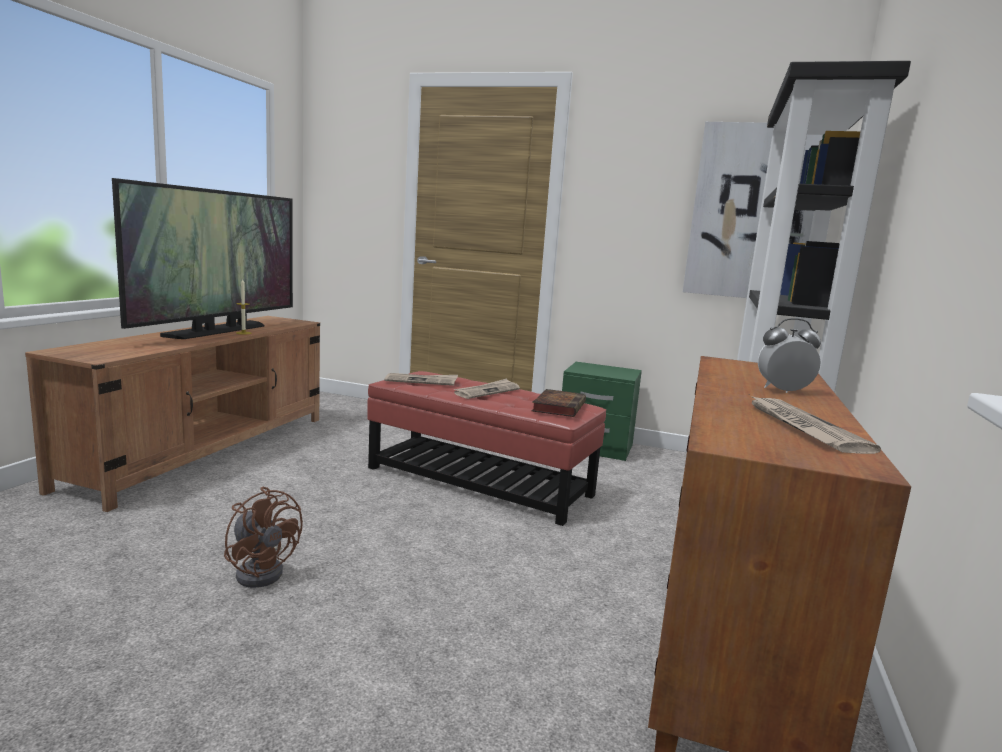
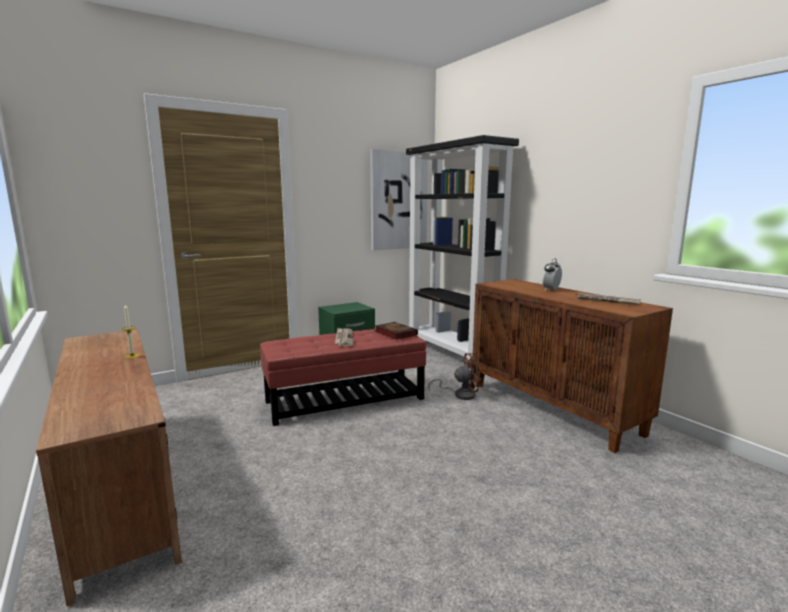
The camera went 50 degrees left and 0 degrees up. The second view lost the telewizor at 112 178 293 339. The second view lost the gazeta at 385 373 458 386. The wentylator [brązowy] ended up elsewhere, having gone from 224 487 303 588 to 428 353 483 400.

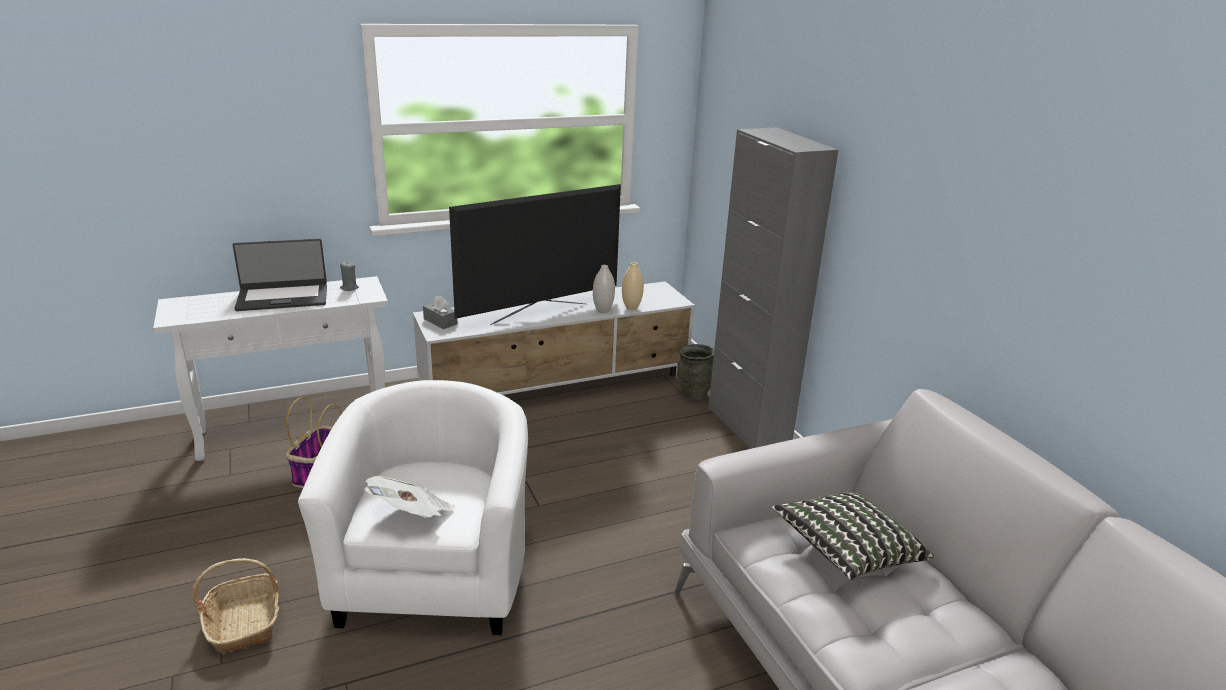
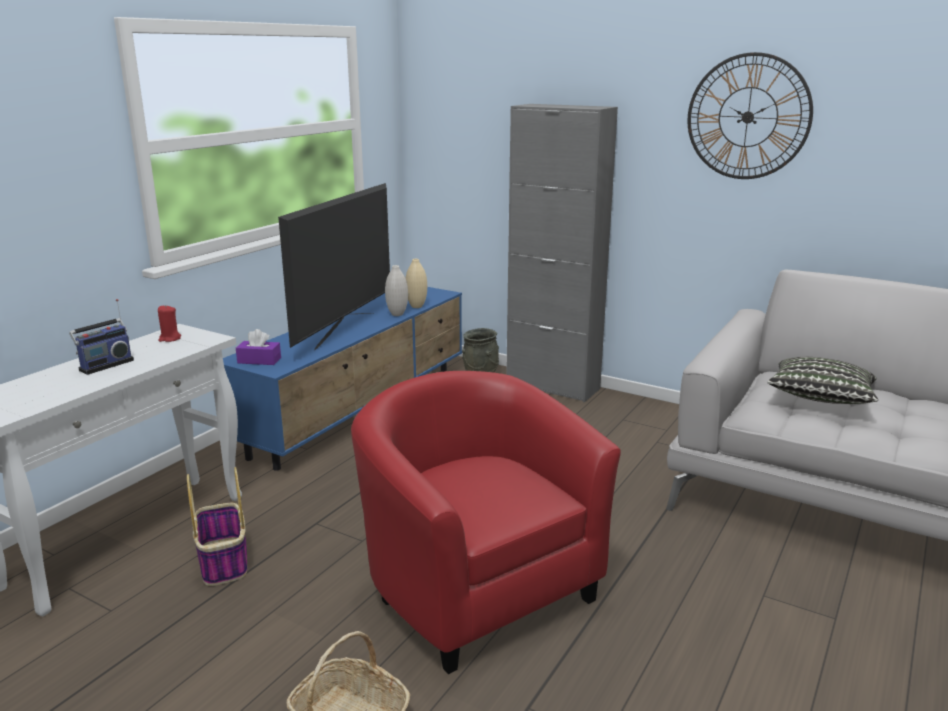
The camera went 35 degrees left and 5 degrees down. Where the laptop stood at 233 238 327 311, the radio came to stand at 69 299 134 375. What was the świeca [szary] at 340 261 359 291 turned into the świeca [czerwony] at 158 305 181 342. What was the szafka pod telewizor [biały] at 413 281 695 395 turned into the szafka pod telewizor [niebieski] at 223 287 462 471. What was the pudełko chusteczek [szary] at 423 295 458 329 turned into the pudełko chusteczek [fioletowy] at 236 329 281 365. What was the fotel [biały] at 298 380 528 635 turned into the fotel [czerwony] at 351 371 621 675. The second view lost the gazeta at 364 476 455 518. The second view gained the zegar ścienny at 688 52 813 179.

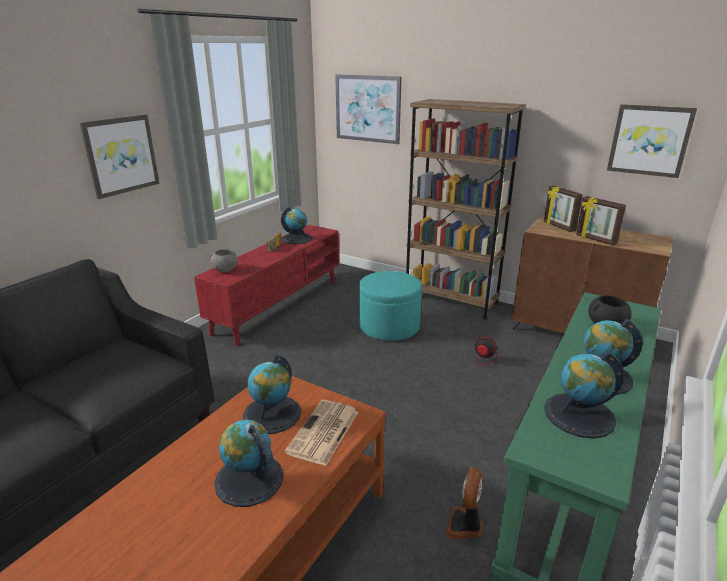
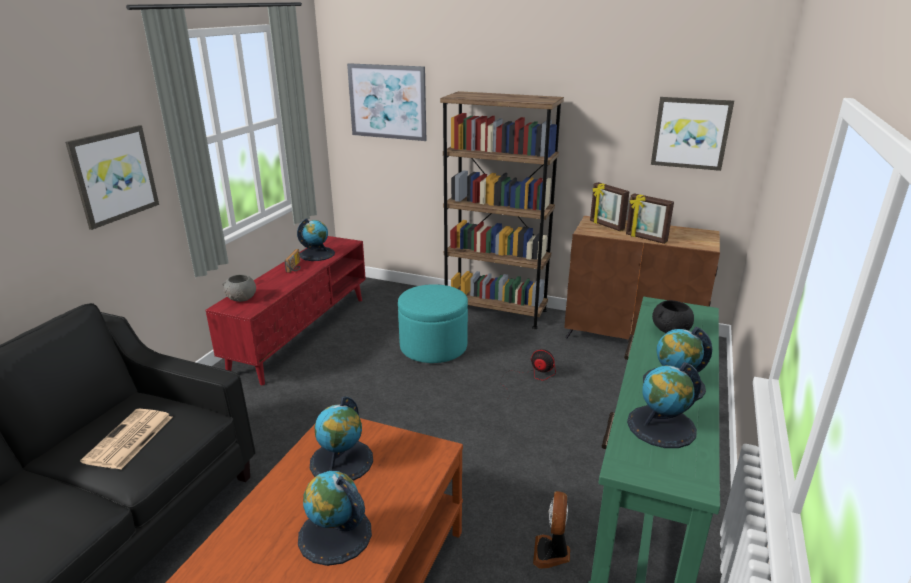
The camera went 10 degrees left and 0 degrees up. The gazeta ended up elsewhere, having gone from 284 400 358 466 to 80 409 173 470.

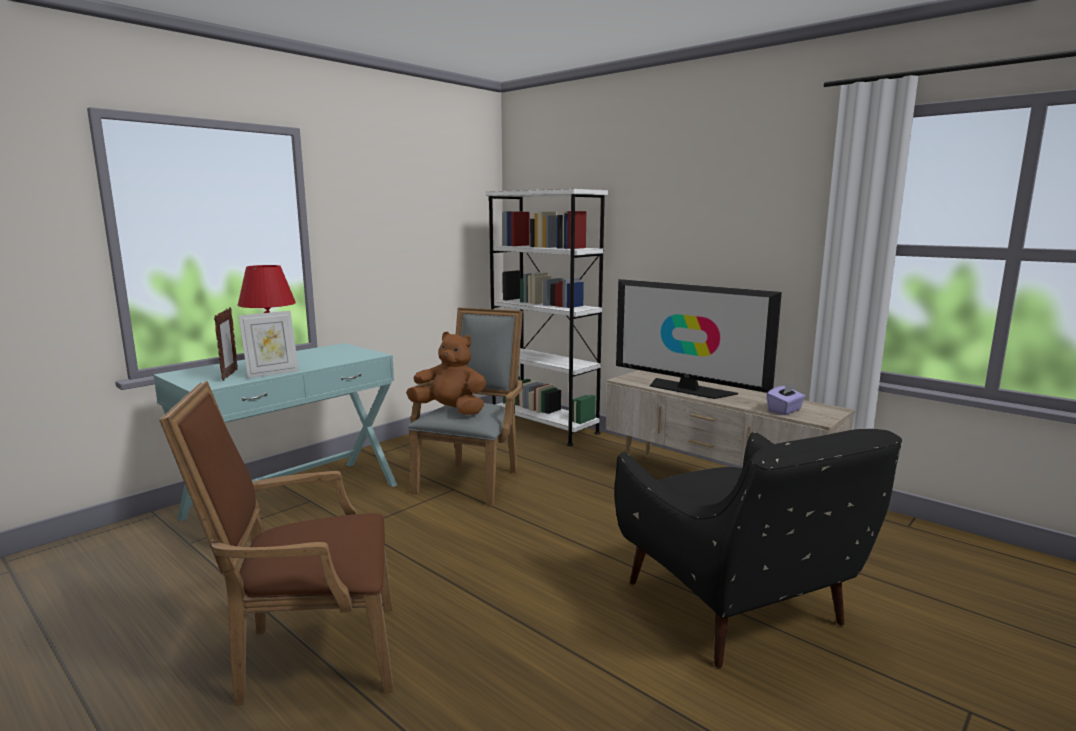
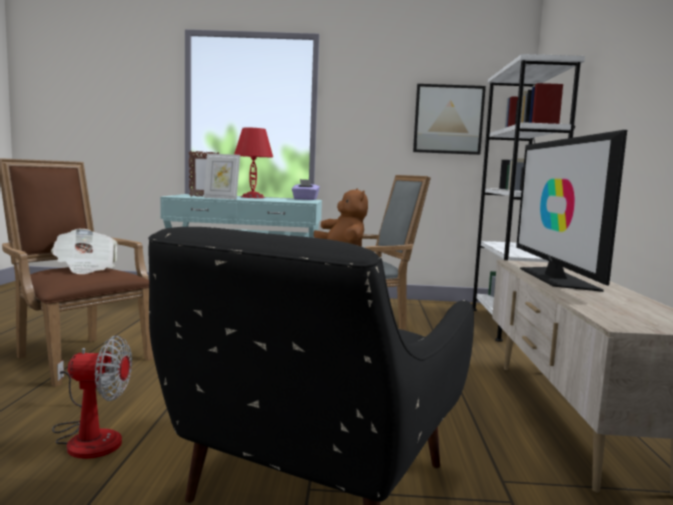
The camera went 50 degrees right and 5 degrees down. The pudełko chusteczek [fioletowy] ended up elsewhere, having gone from 767 383 806 415 to 292 179 320 200. The second view gained the obraz at 413 84 486 155. The second view gained the gazeta at 51 229 117 274. The second view gained the wentylator at 52 336 132 459.

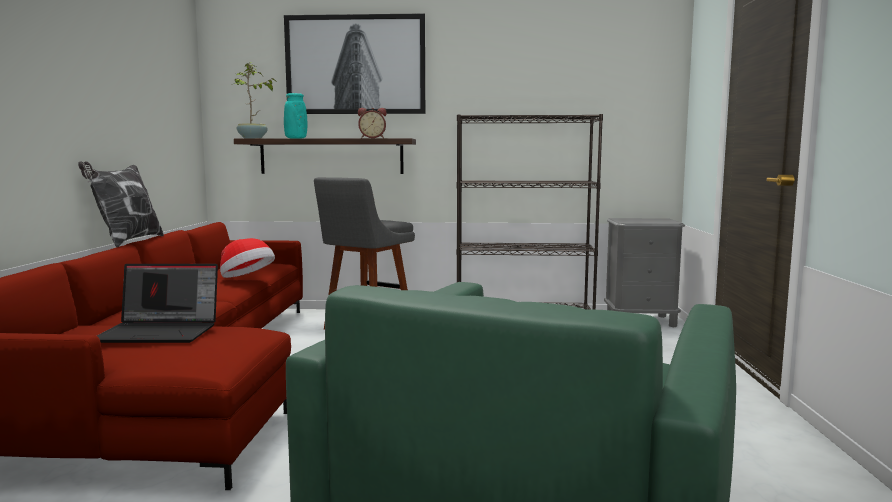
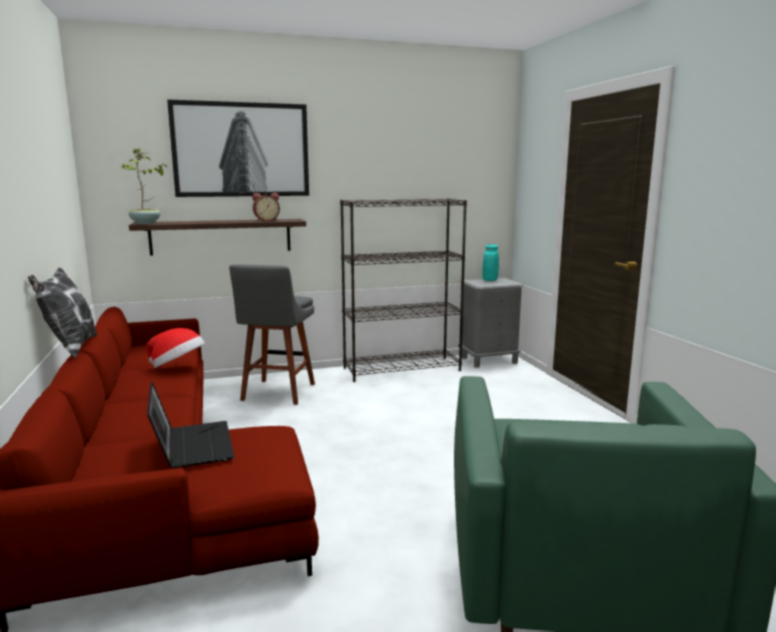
The camera went 20 degrees left and 5 degrees up. The wazon [turkusowy] ended up elsewhere, having gone from 284 93 307 138 to 482 244 499 281. The laptop at 97 264 218 343 ended up facing another way, 90 degrees counterclockwise from before.

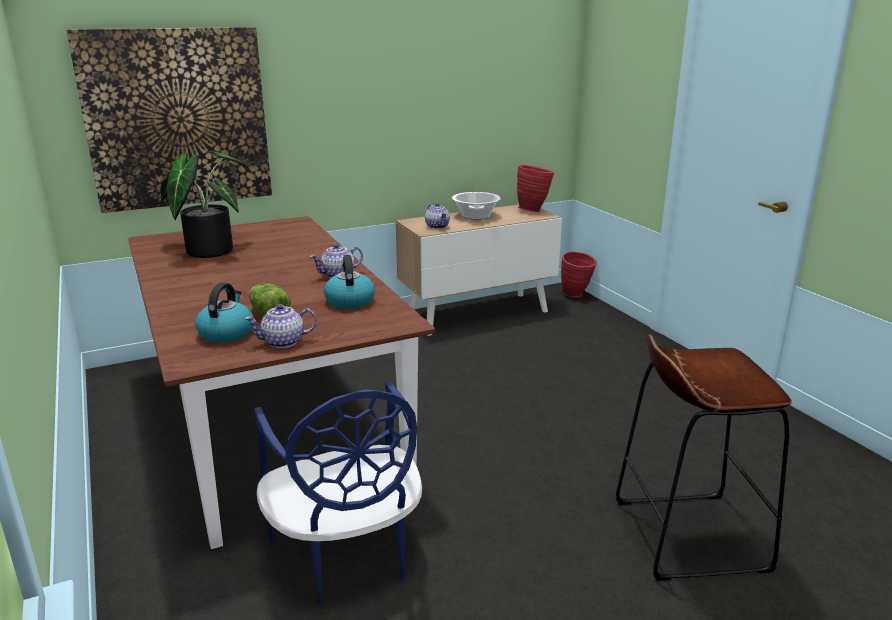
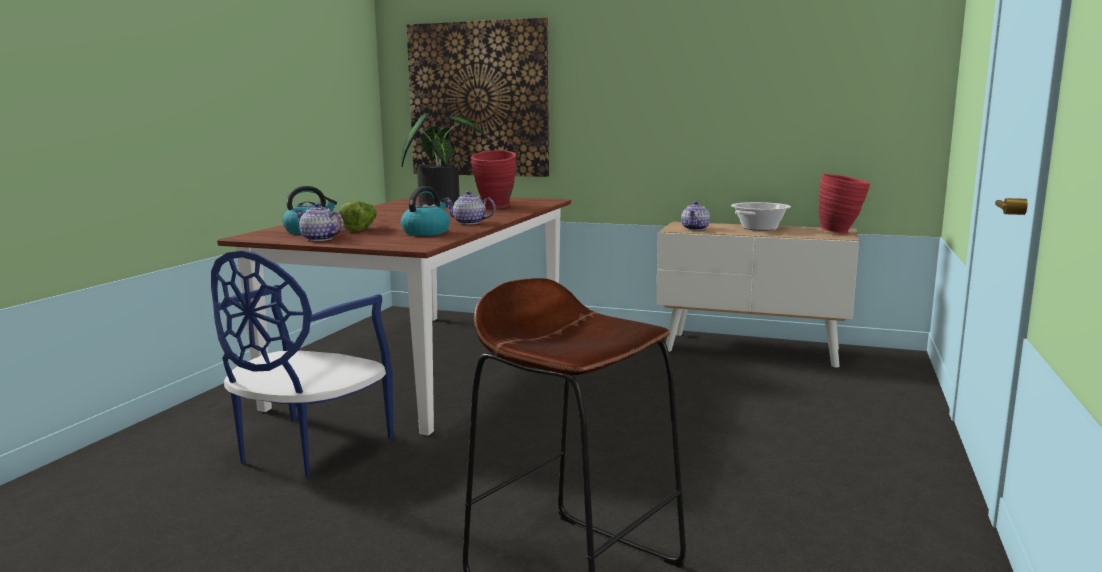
The camera went 45 degrees right and 10 degrees down. The wazon [czerwony] ended up elsewhere, having gone from 561 251 597 298 to 471 150 516 209.

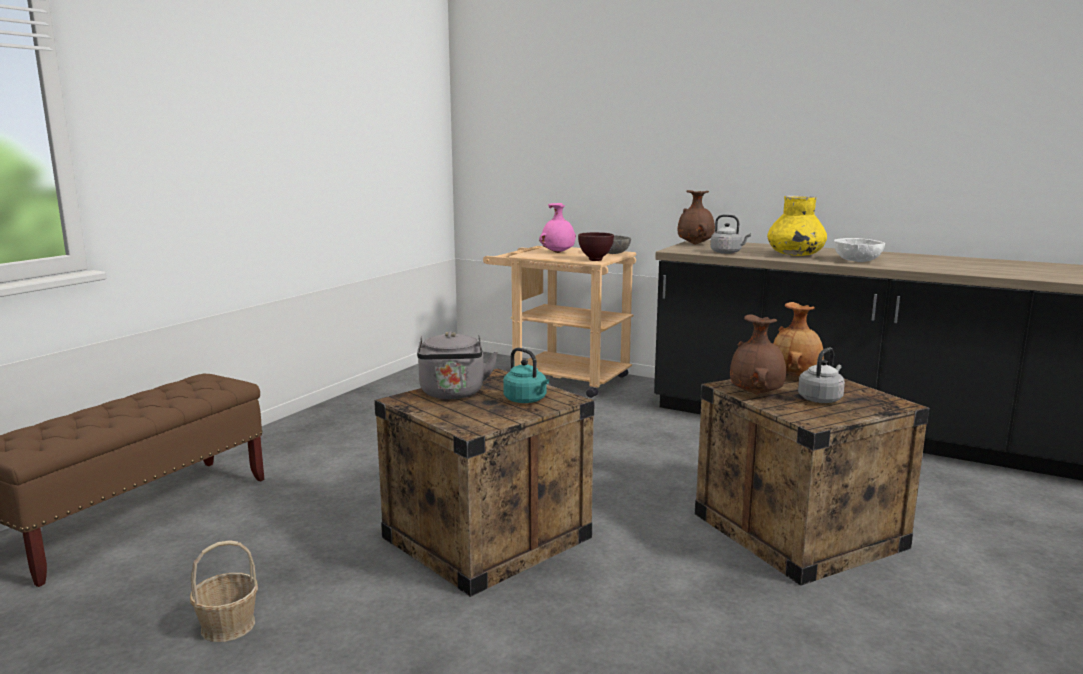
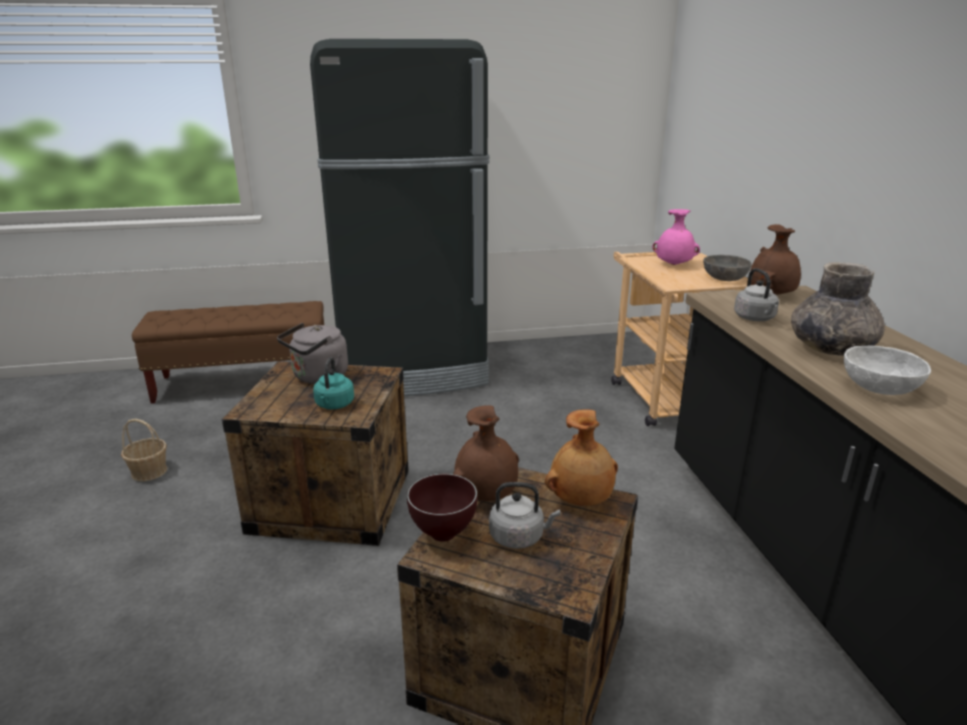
The camera went 50 degrees right and 10 degrees up. What was the wazon [żółty] at 767 195 827 256 turned into the wazon [szary] at 791 262 885 355. The miska [brązowy] ended up elsewhere, having gone from 578 232 614 261 to 407 474 477 542. The second view gained the lodówka [czarny] at 310 39 489 396.

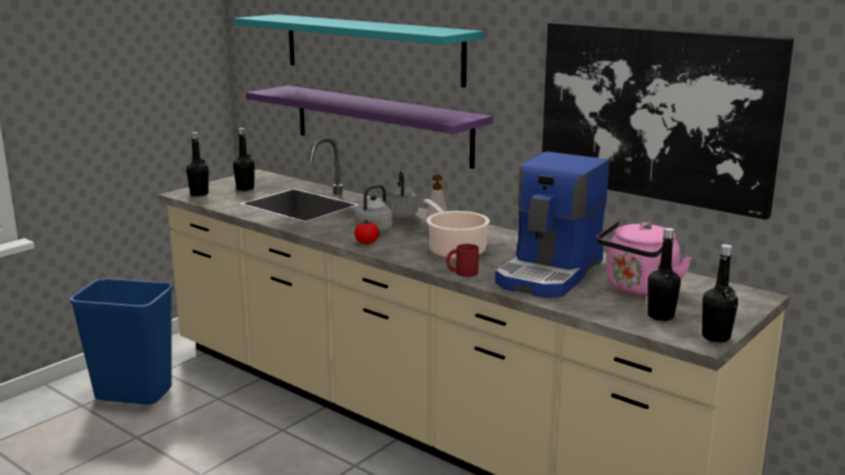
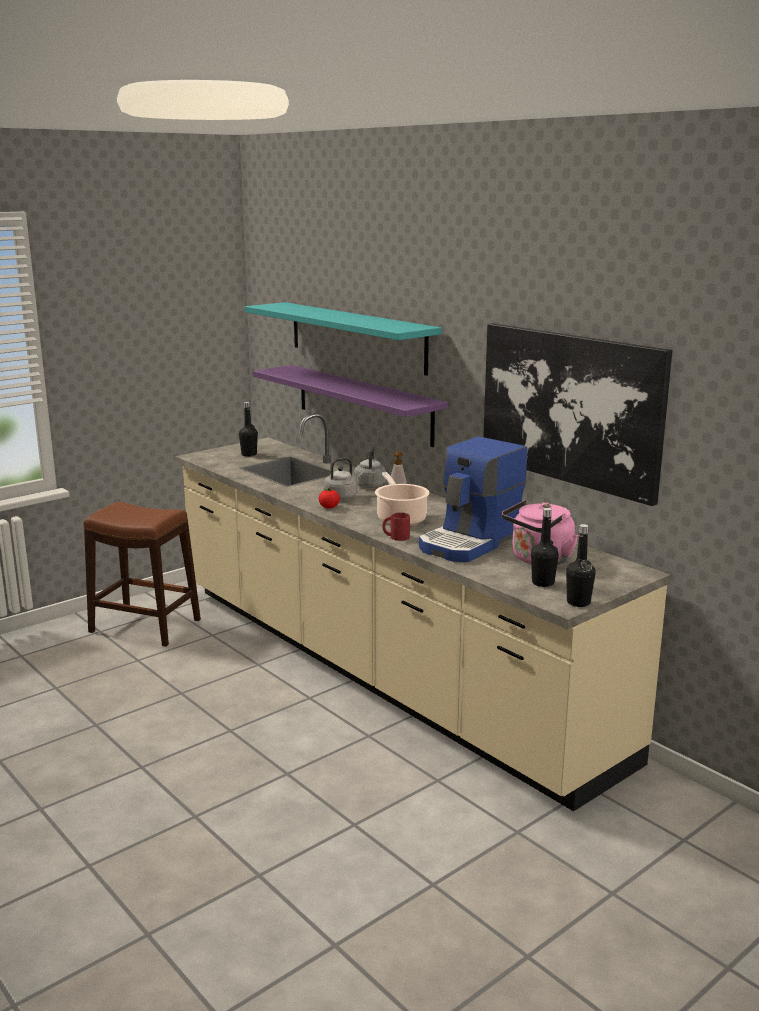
The camera went 10 degrees right and 0 degrees up. The second view lost the butelka [czarny] at 186 132 209 196. Where the kosz na śmieci [niebieski] stood at 70 278 173 405, the stołek [brązowy] came to stand at 84 502 201 647.

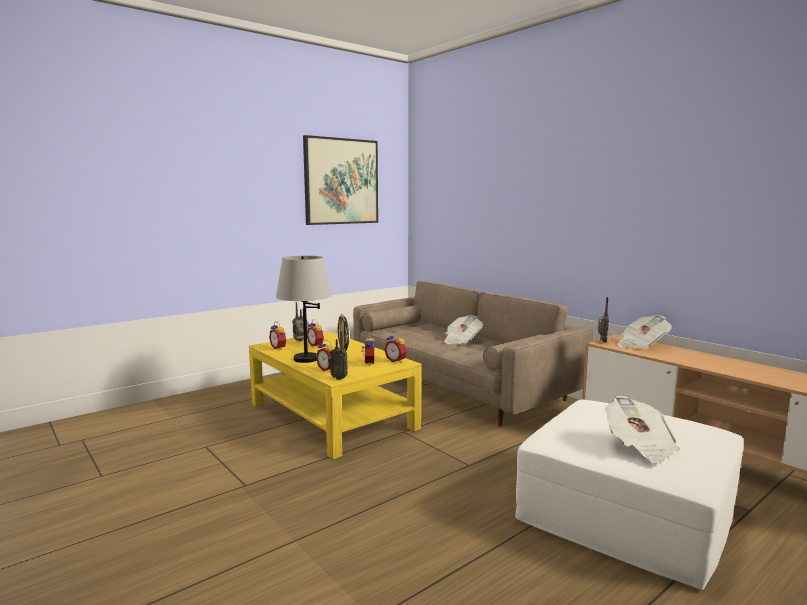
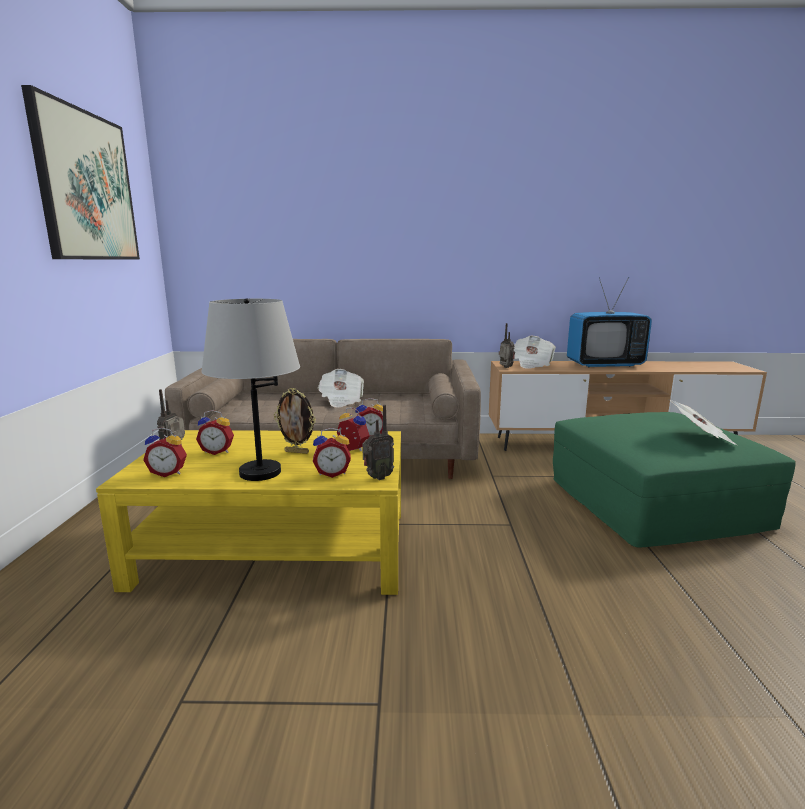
The camera went 50 degrees left and 5 degrees up. What was the pufa [biały] at 515 400 744 590 turned into the pufa [zielony] at 553 412 796 547. The second view gained the telewizor at 567 277 652 368.

